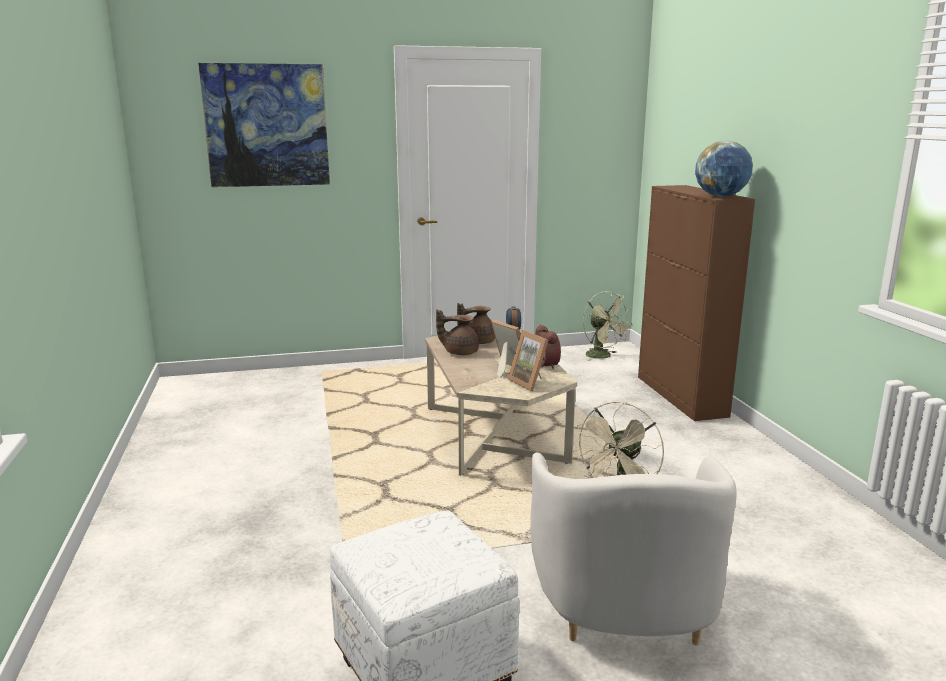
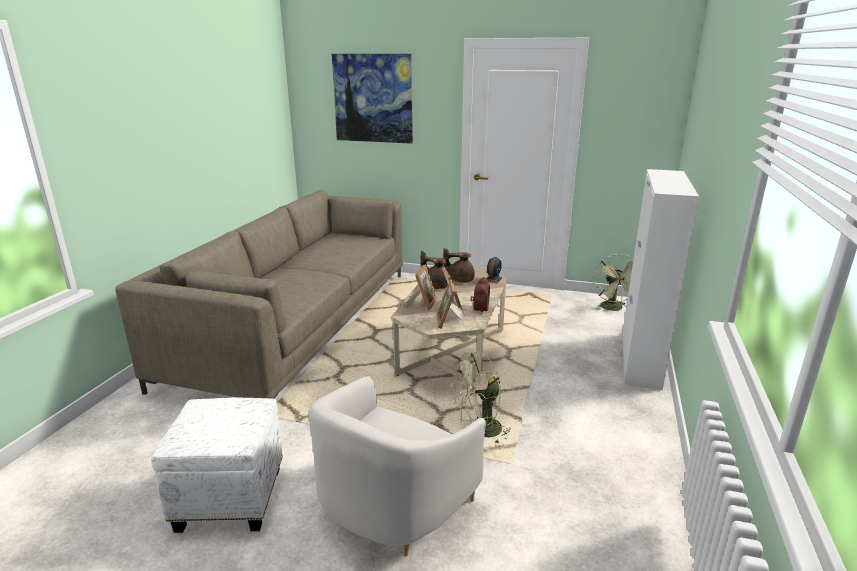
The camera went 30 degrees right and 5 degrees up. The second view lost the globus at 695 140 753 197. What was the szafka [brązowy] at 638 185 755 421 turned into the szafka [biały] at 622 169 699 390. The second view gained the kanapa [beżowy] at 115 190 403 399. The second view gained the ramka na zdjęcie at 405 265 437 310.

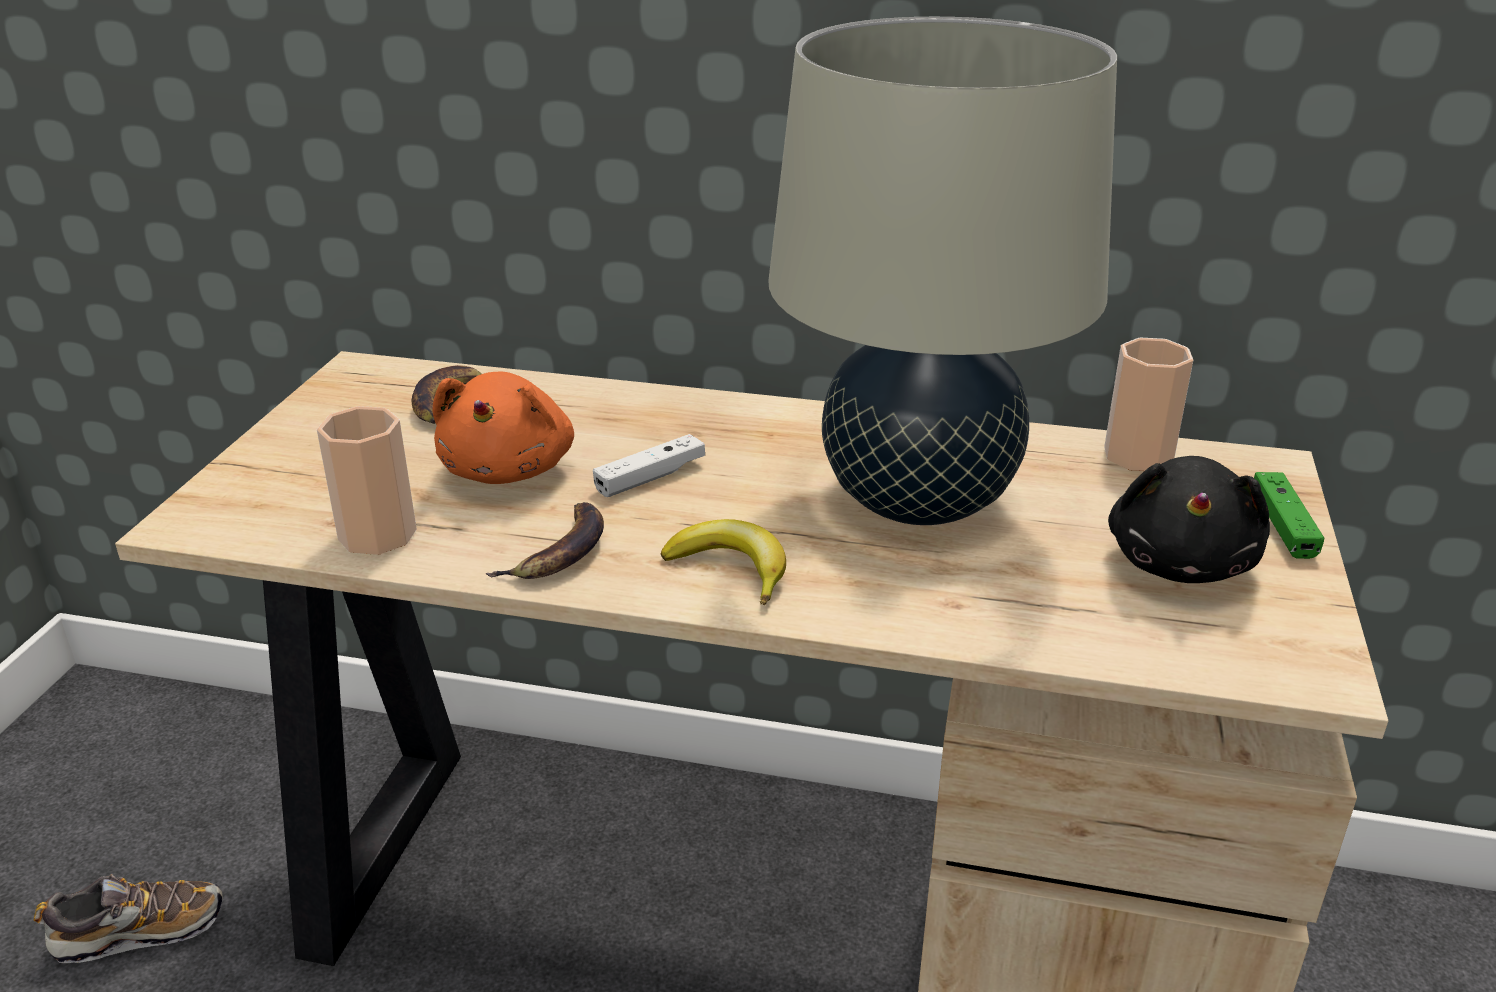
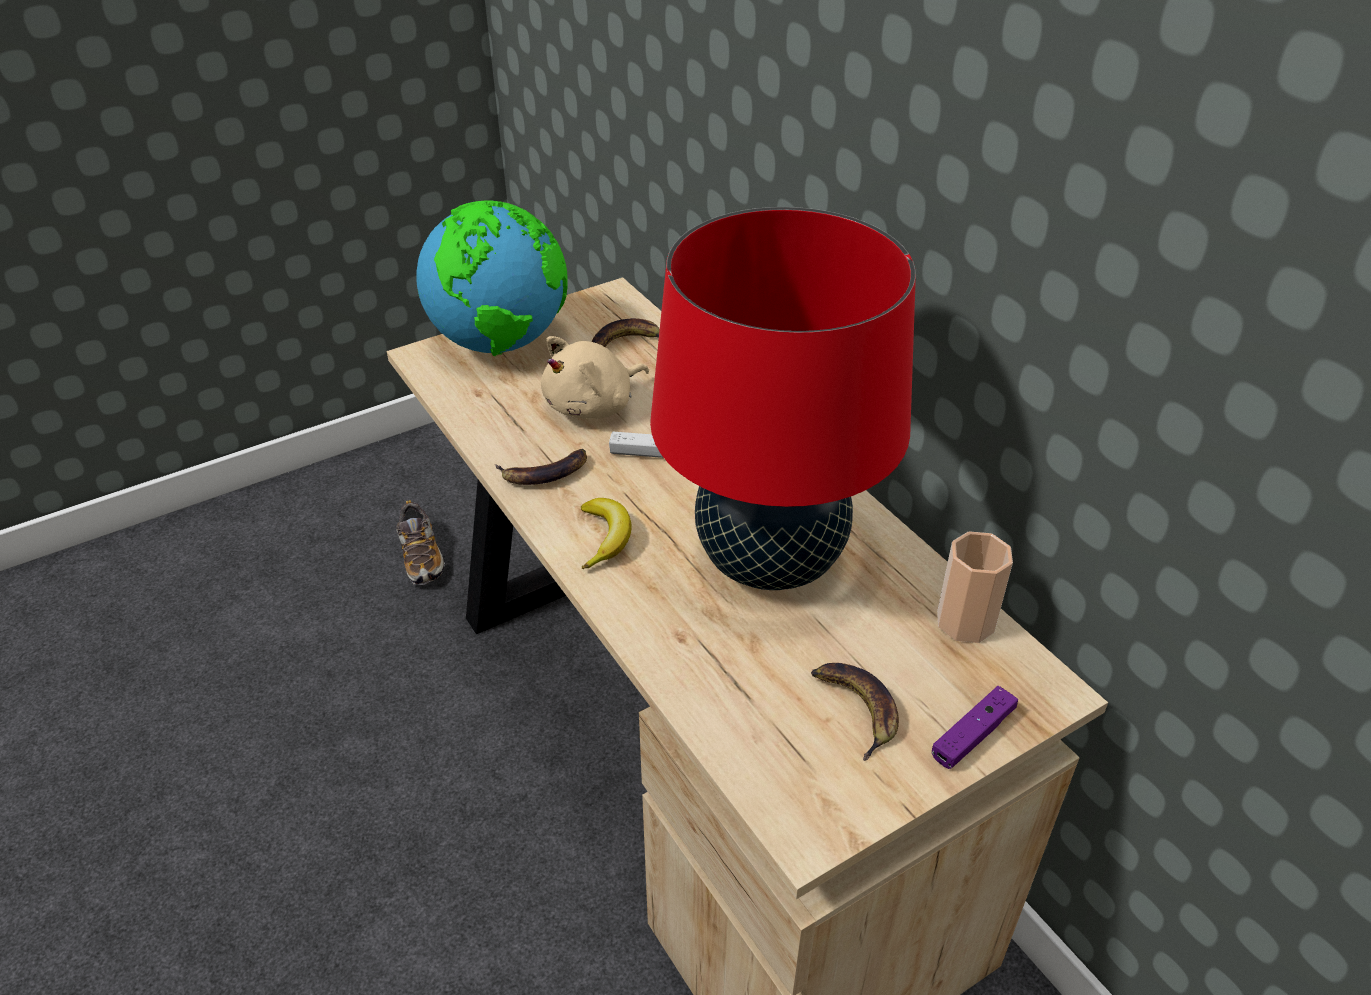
The camera went 45 degrees right and 10 degrees up. What was the lampa stołowa [beżowy] at 768 17 1117 525 turned into the lampa stołowa [czerwony] at 650 207 916 590. What was the pluszak [pomarańczowy] at 432 371 574 484 turned into the pluszak [beżowy] at 541 336 649 419. The second view lost the filiżanka at 317 406 417 555. Where the pluszak [czarny] stood at 1108 456 1270 583, the banan came to stand at 811 663 899 761. What was the pad do gier [zielony] at 1254 472 1325 559 turned into the pad do gier [fioletowy] at 932 686 1018 769. The but at 33 874 223 963 ended up facing another way, 45 degrees clockwise from before. The second view gained the globus at 416 200 568 356.

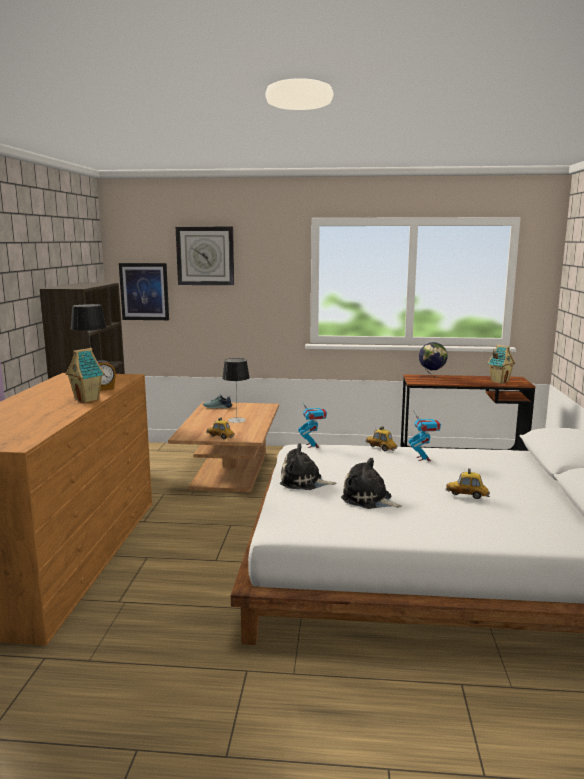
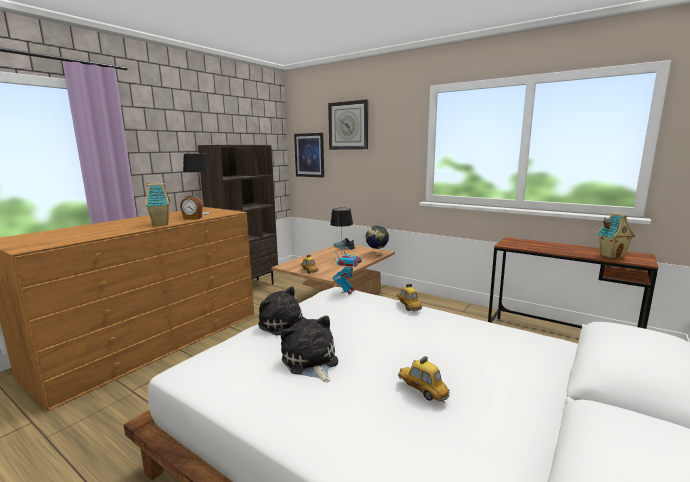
The camera went 30 degrees right and 0 degrees up. The globus ended up elsewhere, having gone from 419 342 448 379 to 366 226 389 255. The second view lost the robot zabawkowy at 408 412 441 461.

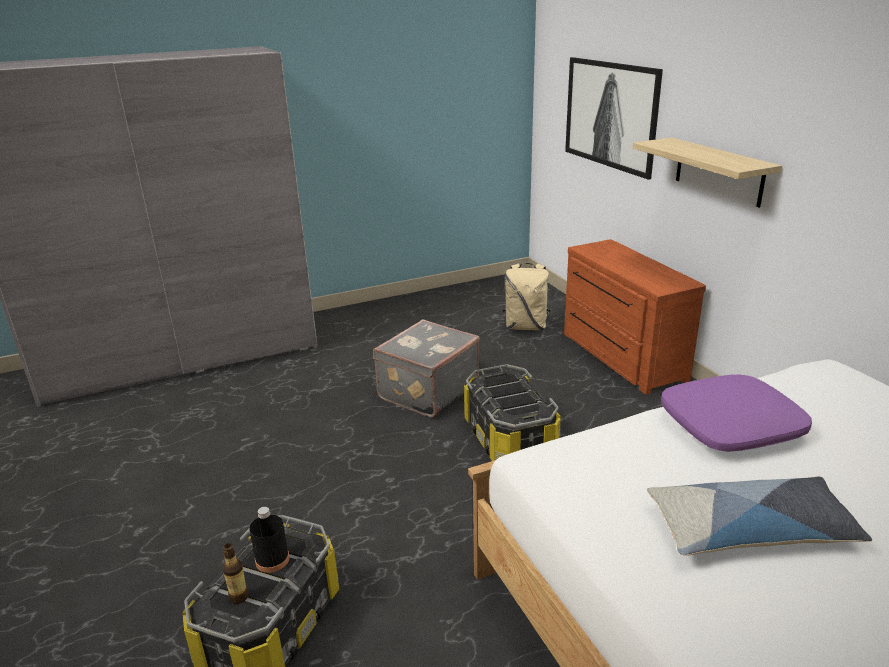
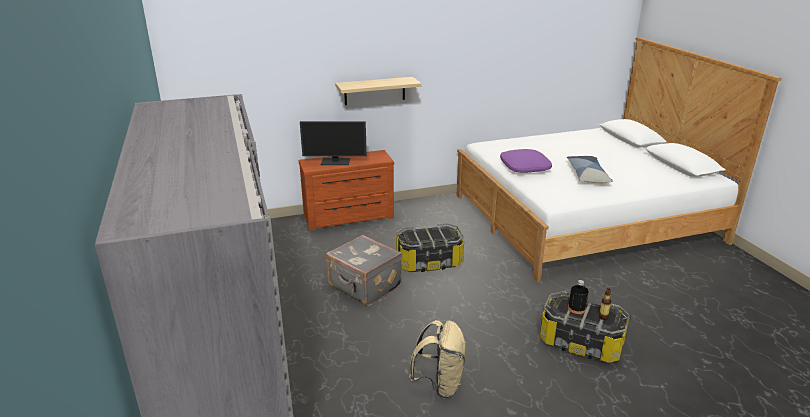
The camera went 85 degrees left and 0 degrees up. The second view lost the obraz at 565 57 663 180. The plecak [beżowy] ended up elsewhere, having gone from 503 263 551 330 to 409 320 466 398. The second view gained the monitor at 300 121 367 165.

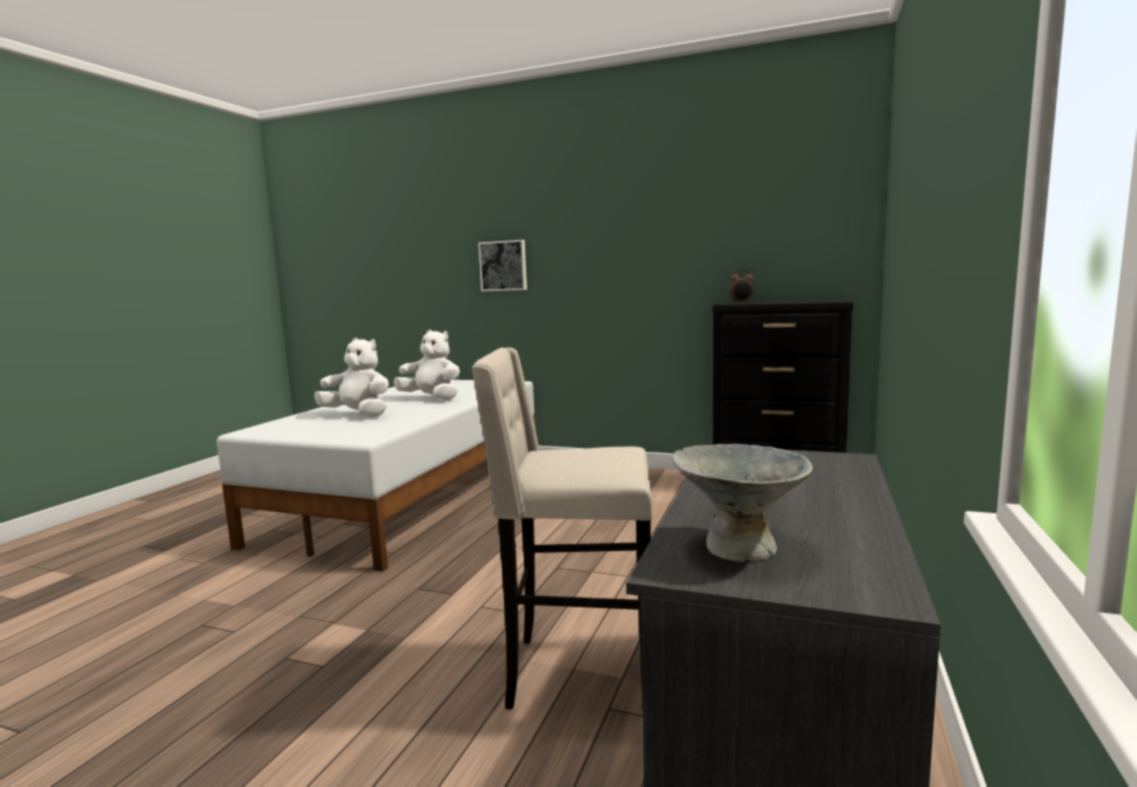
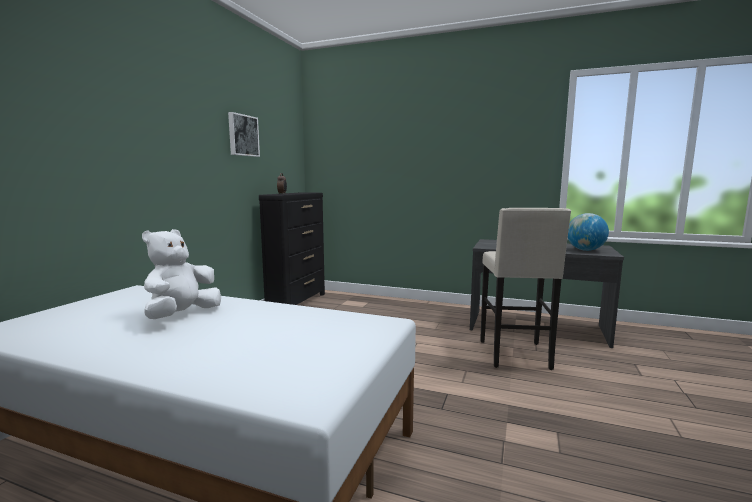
The camera went 90 degrees left and 0 degrees up. The obraz ended up elsewhere, having gone from 478 240 527 291 to 228 112 260 157. The second view lost the pluszak [biały] at 315 337 389 417. Where the miska [szary] stood at 672 444 813 562, the globus came to stand at 568 213 609 251.

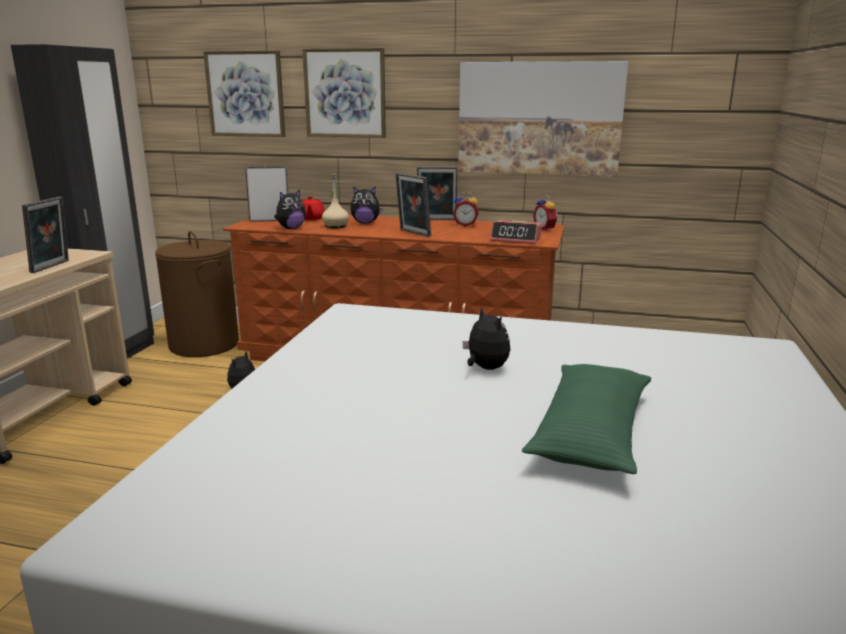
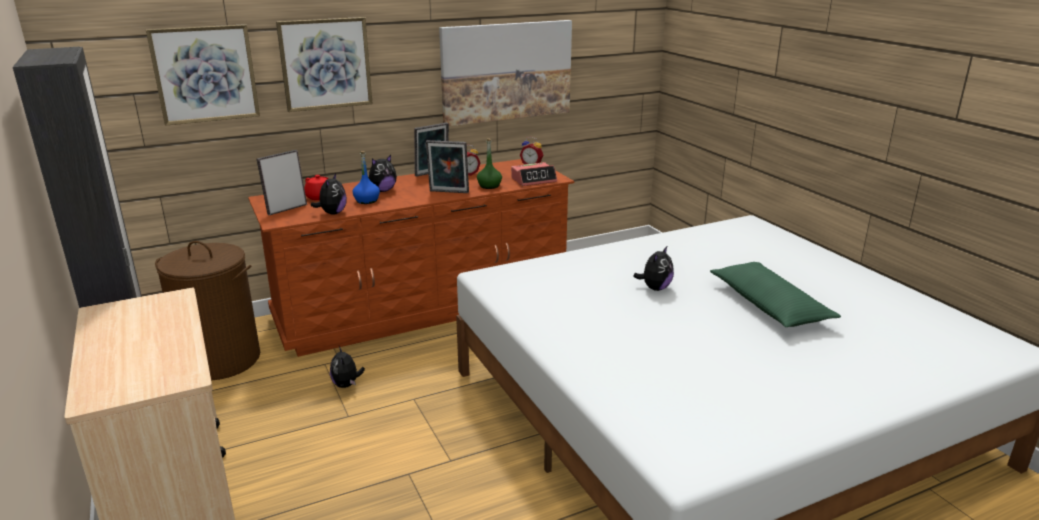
The camera went 40 degrees left and 5 degrees up. What was the butelka [beżowy] at 322 174 349 228 turned into the butelka [niebieski] at 353 151 380 204. The second view lost the ramka na zdjęcie at 22 197 69 273. The pluszak at 463 307 510 370 ended up facing another way, 105 degrees clockwise from before. The second view gained the butelka [zielony] at 477 138 502 189.

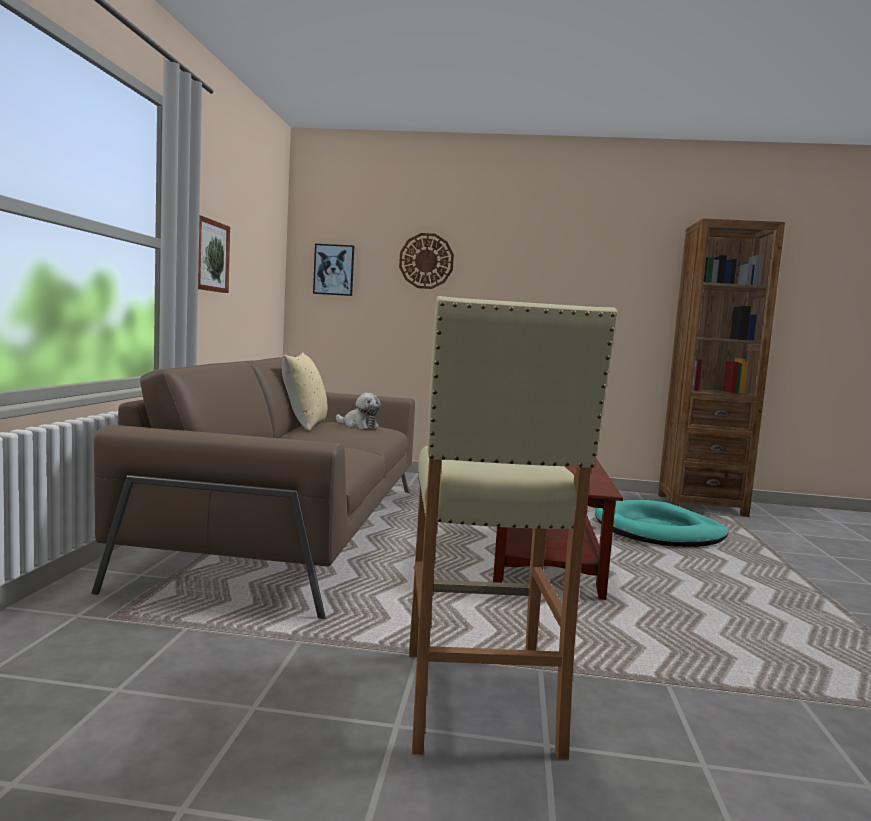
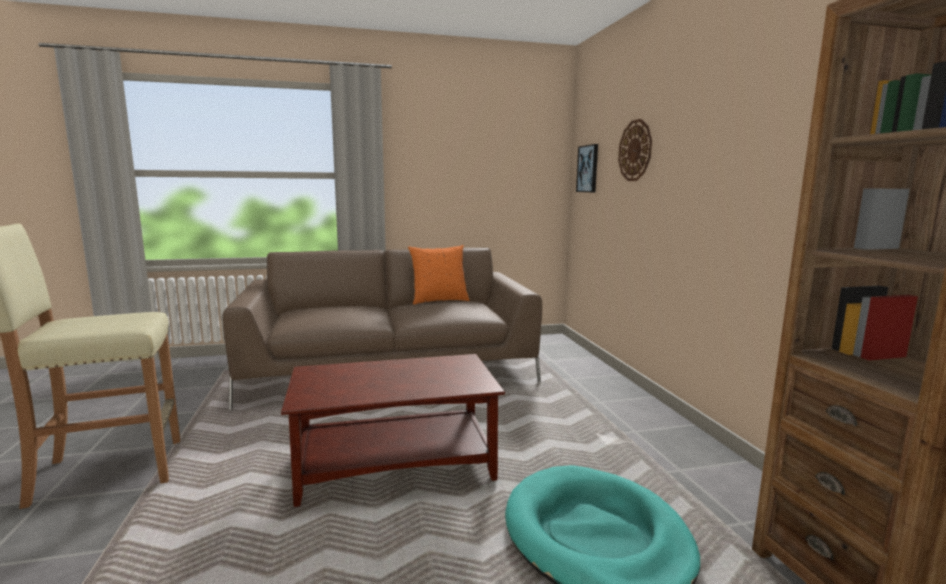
The camera went 70 degrees right and 5 degrees up. The second view lost the obraz at 198 215 230 293. What was the poduszka [beżowy] at 282 352 327 431 turned into the poduszka [pomarańczowy] at 408 245 469 305. The second view lost the pluszak at 336 393 381 429.

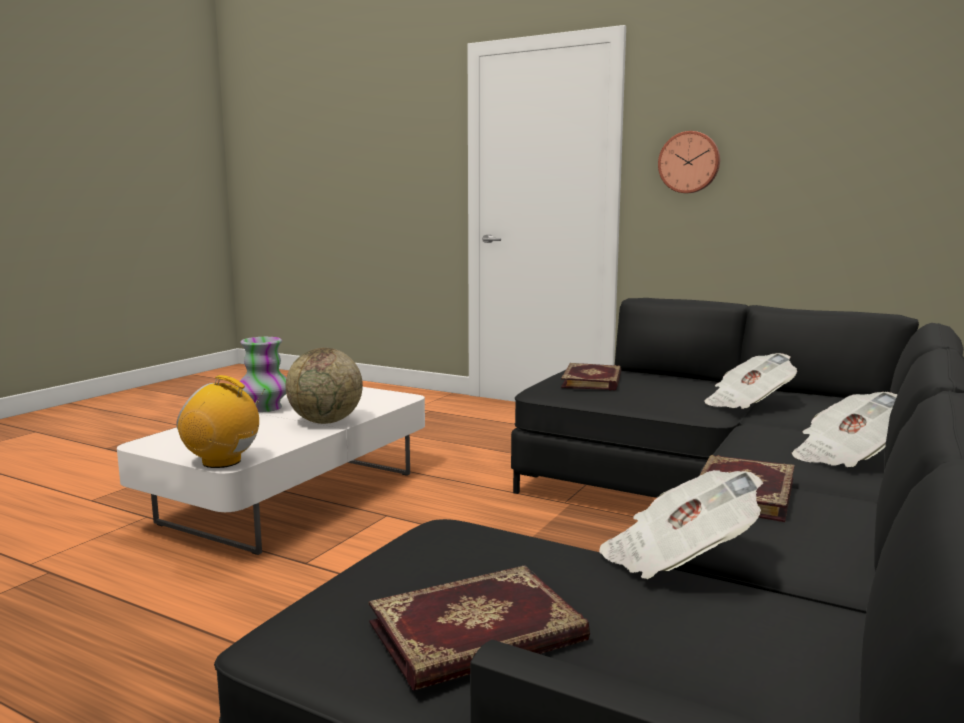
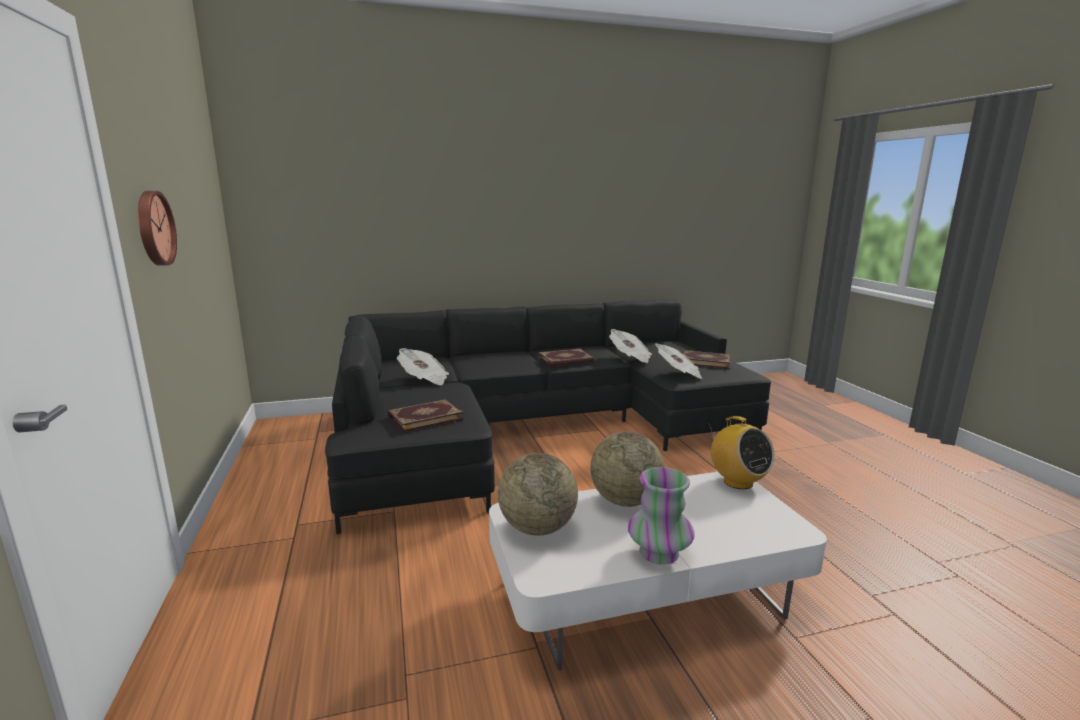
The camera went 135 degrees left and 5 degrees up. The gazeta ended up elsewhere, having gone from 792 392 897 467 to 655 343 702 379. The second view gained the globus at 498 453 578 536.

